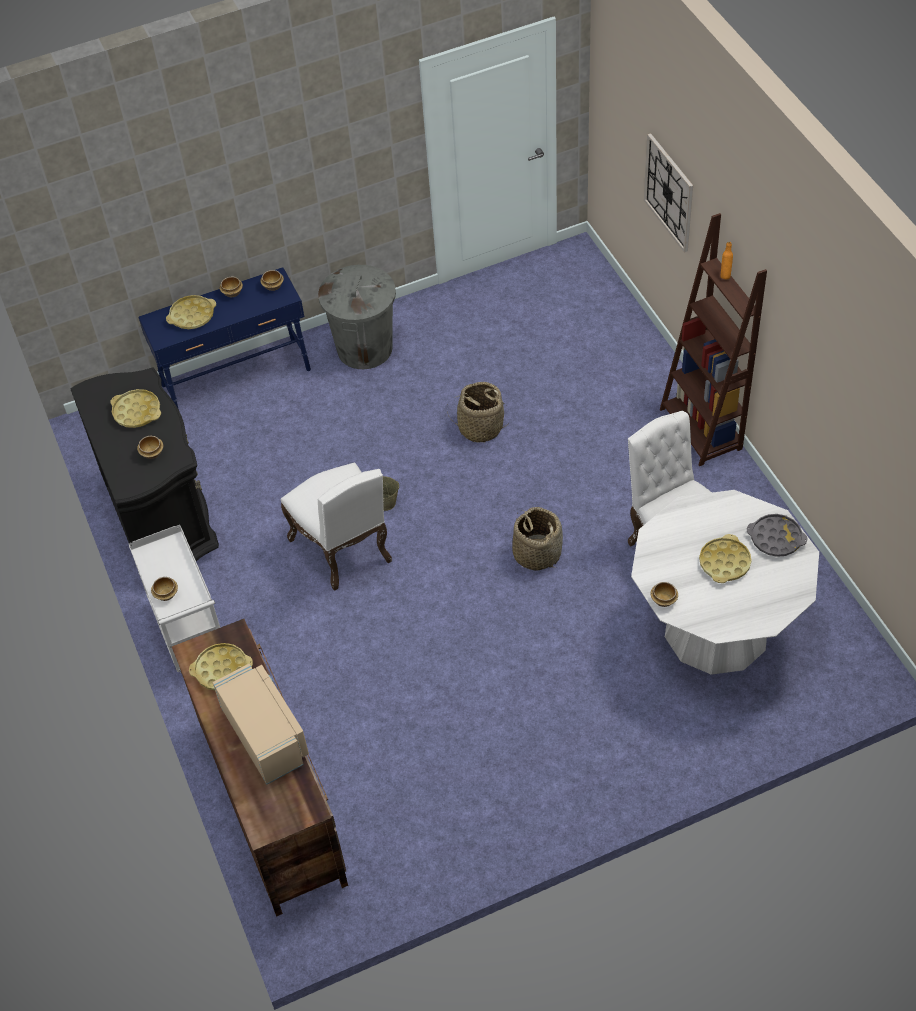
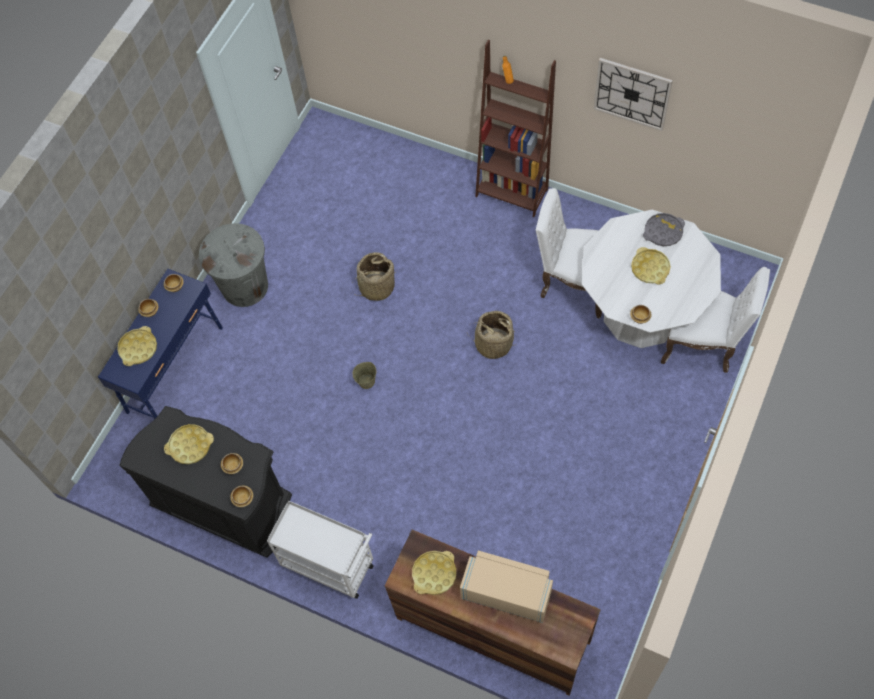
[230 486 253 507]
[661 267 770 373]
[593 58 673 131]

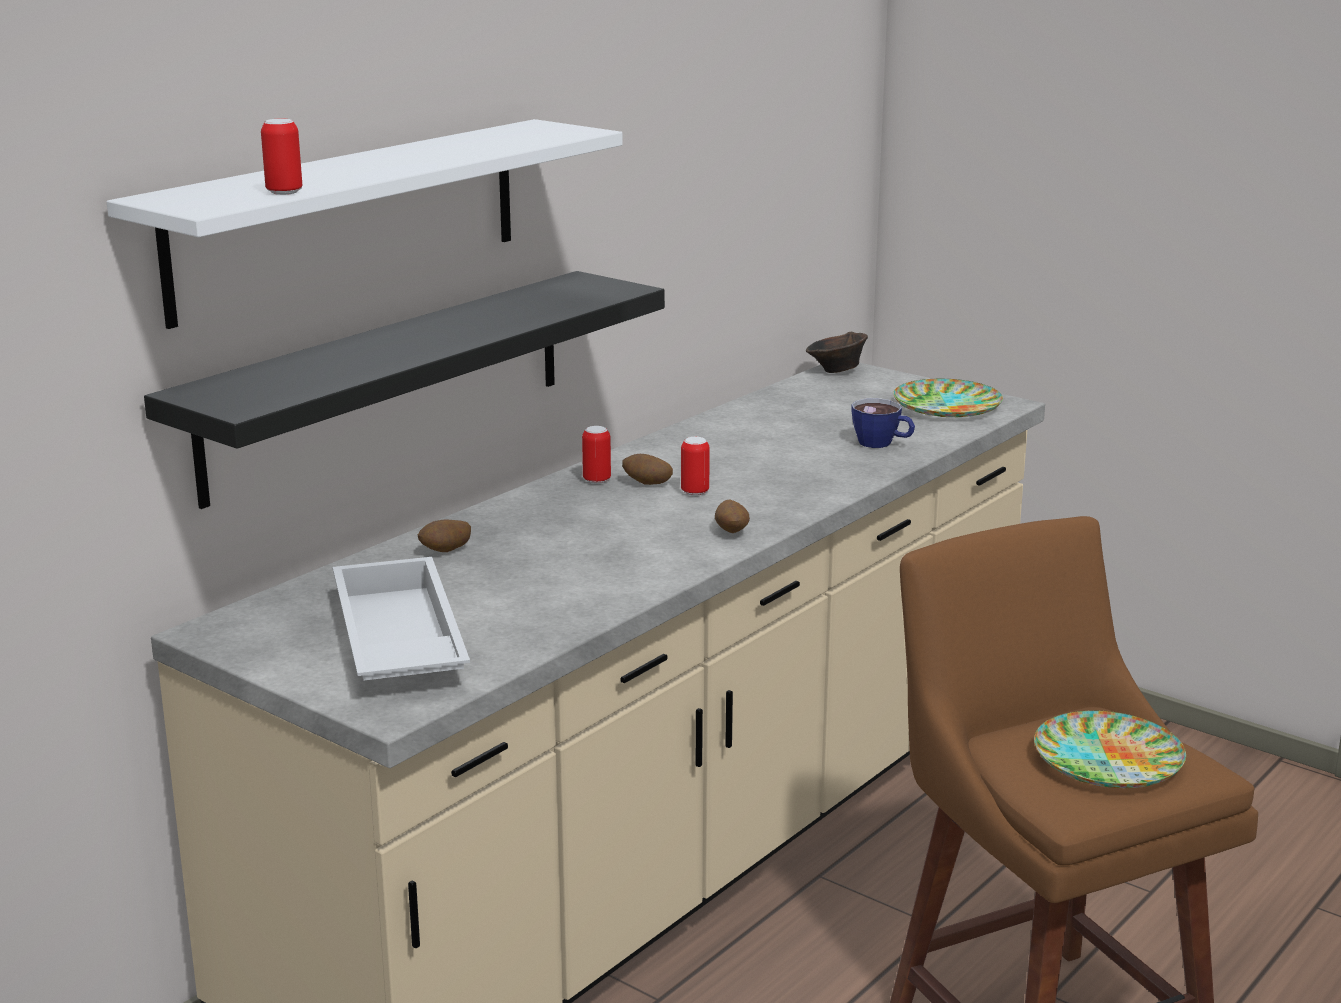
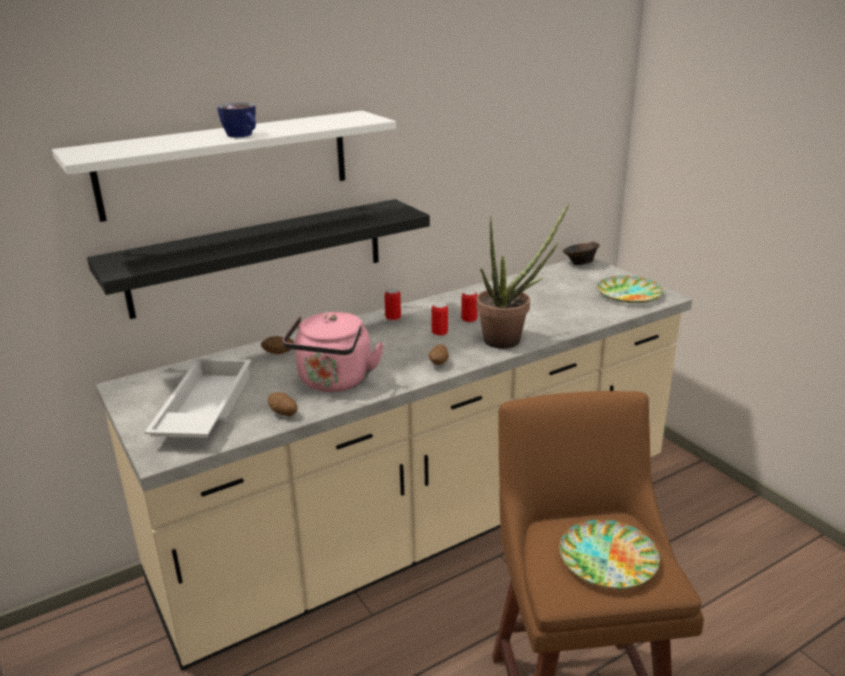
[462 290 478 323]
[268 392 298 416]
[217 102 256 137]
[283 312 384 392]
[476 202 570 349]

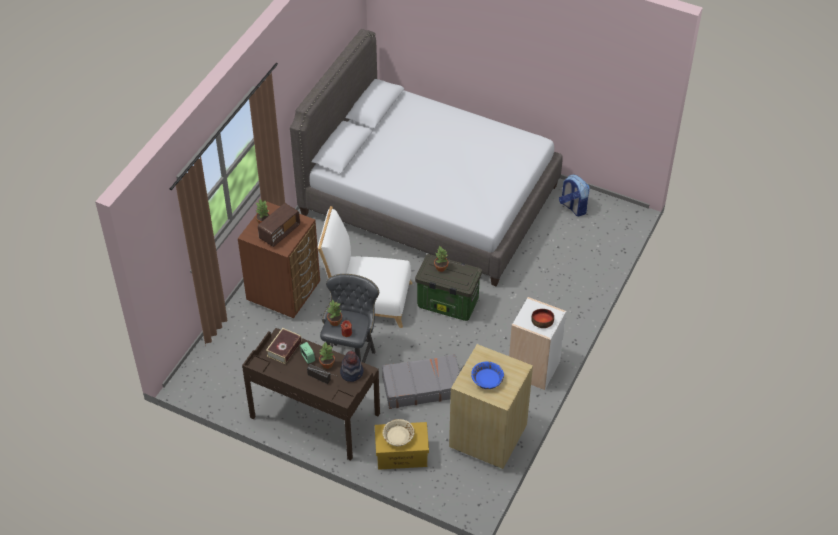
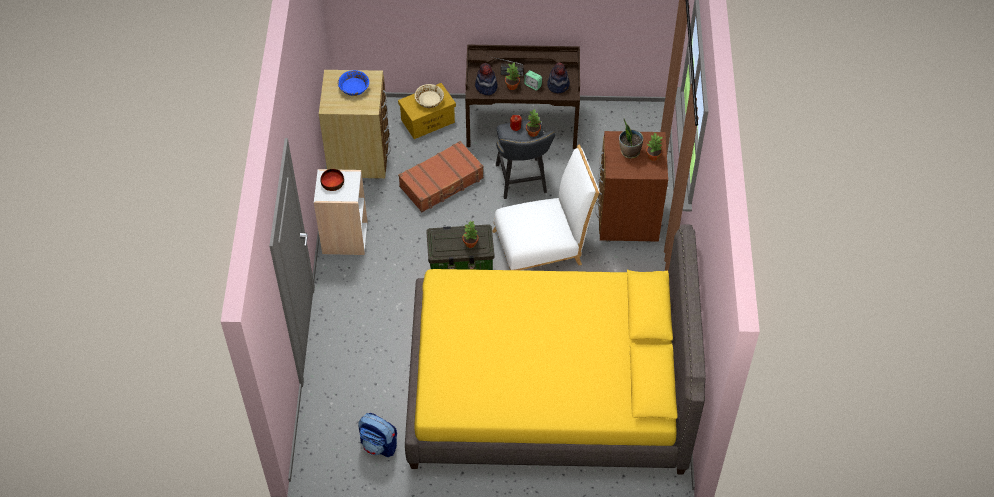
[619 119 643 159]
[547 62 570 93]
[405 225 706 474]
[398 141 484 212]

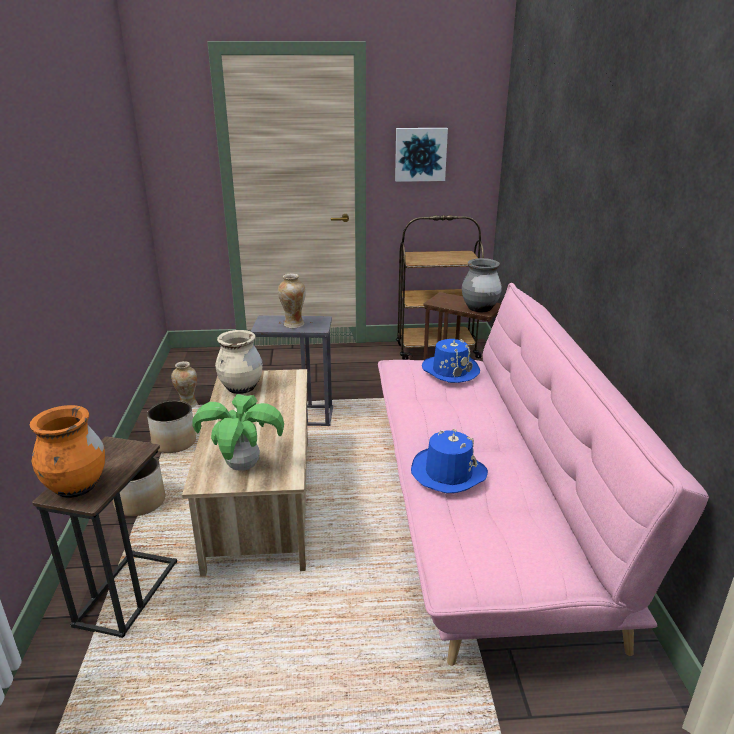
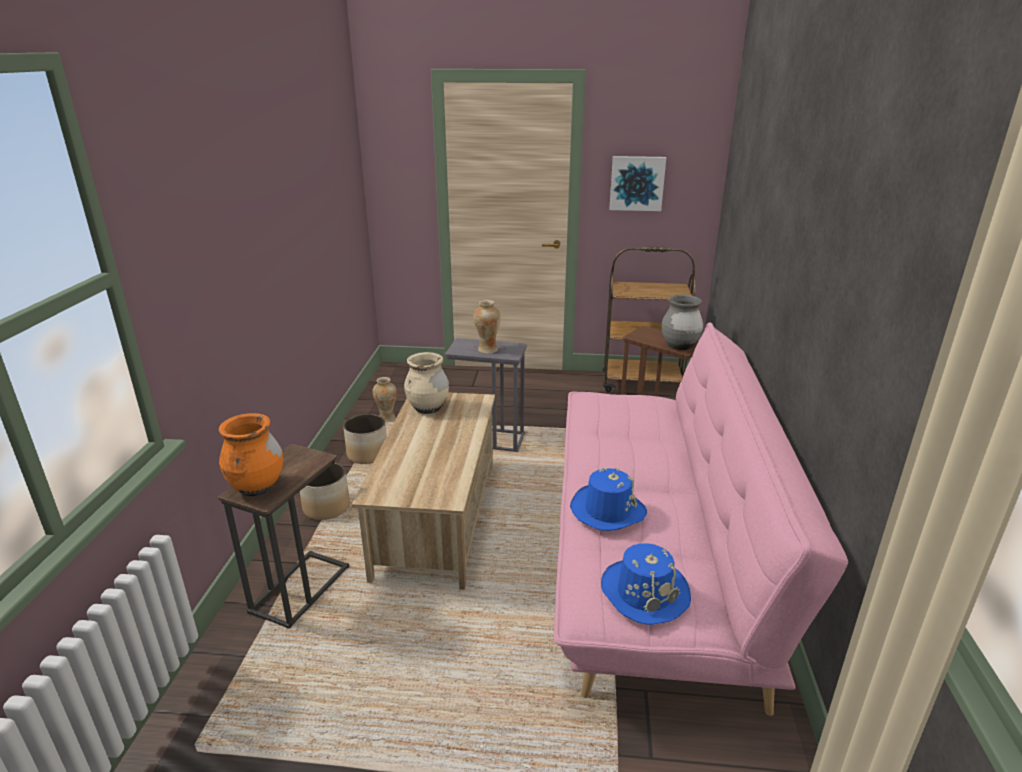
[192 394 284 471] (first image)
[601 543 691 625]

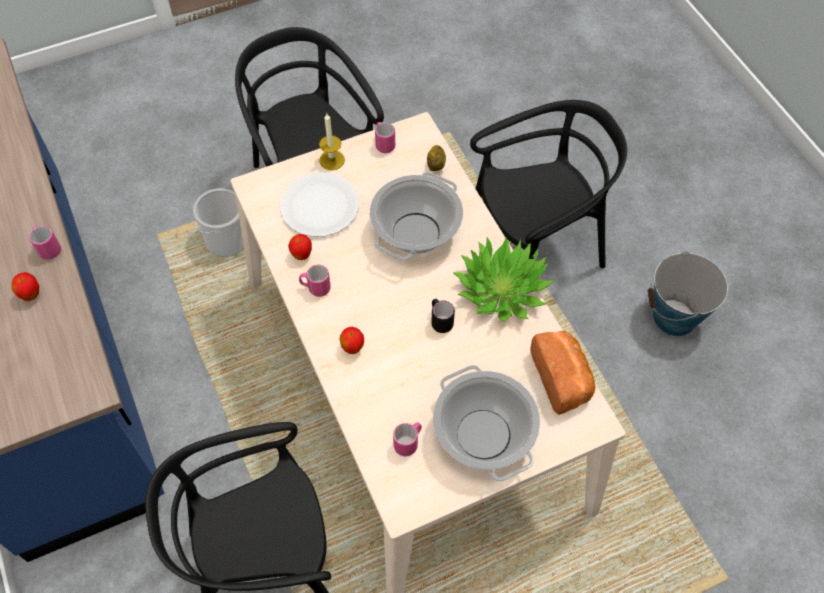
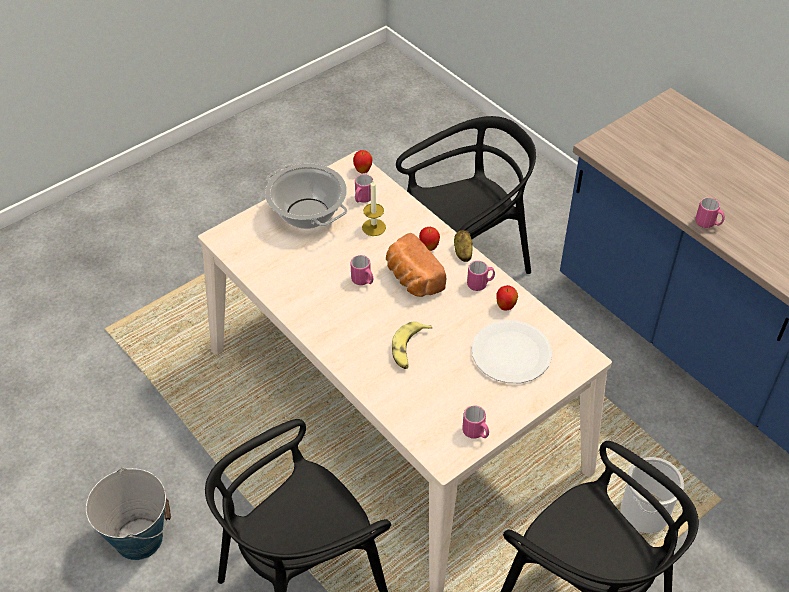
[353 150 372 173]
[362 180 386 236]
[392 322 432 369]
[454 230 473 262]
[351 255 373 285]
[453 237 555 322] (first image)
[386 233 446 297]

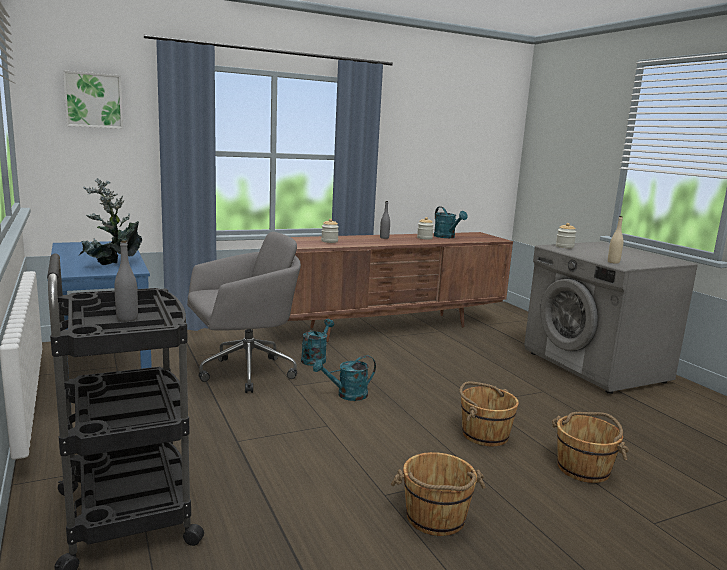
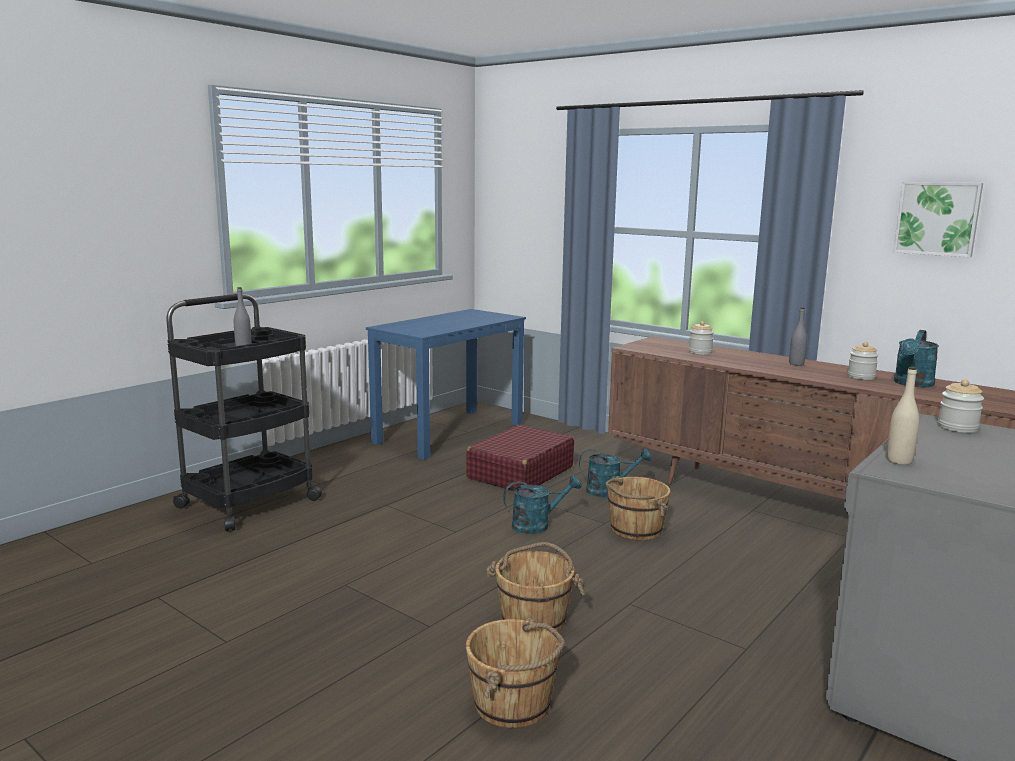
[893 182 983 257]
[79 178 142 265] (first image)
[466 425 574 491]
[503 475 582 534]
[605 476 671 540]

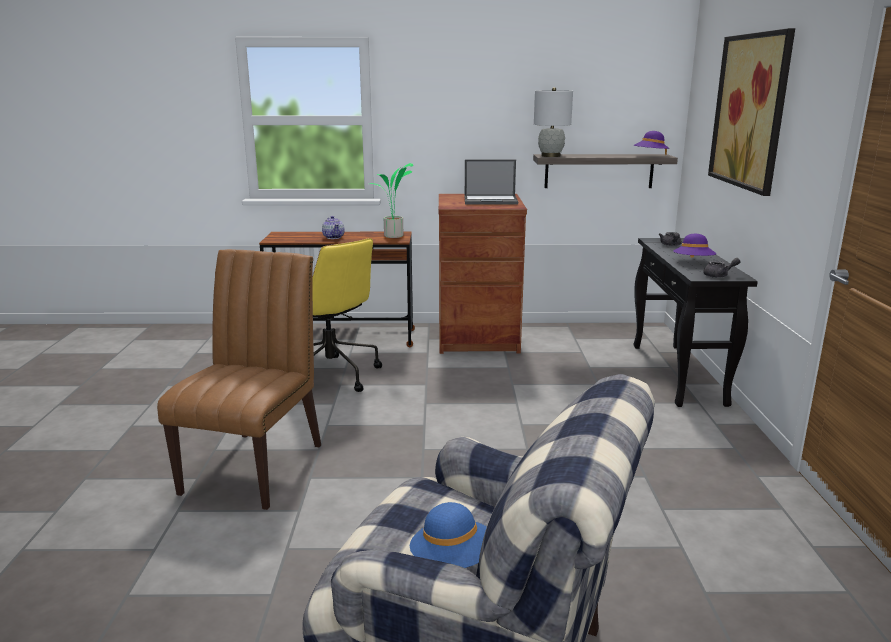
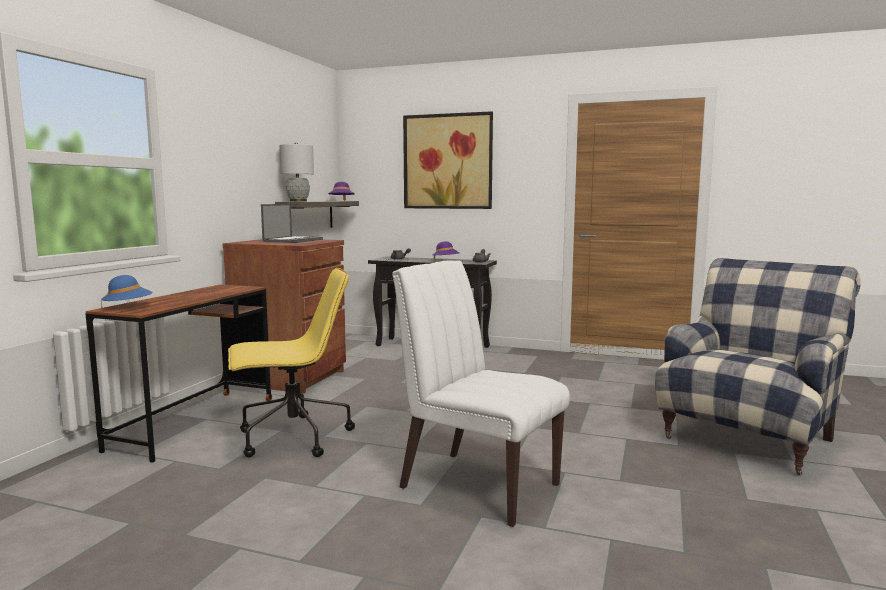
[392 261 570 527]
[322 216 345 239] (first image)
[370 163 413 238] (first image)
[101 275 153 309]

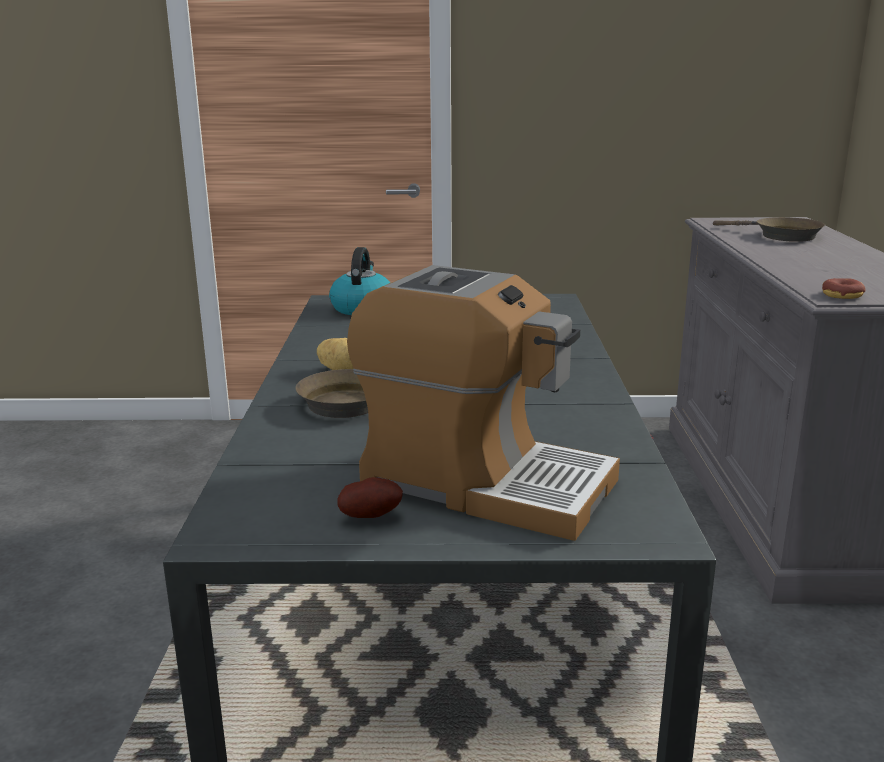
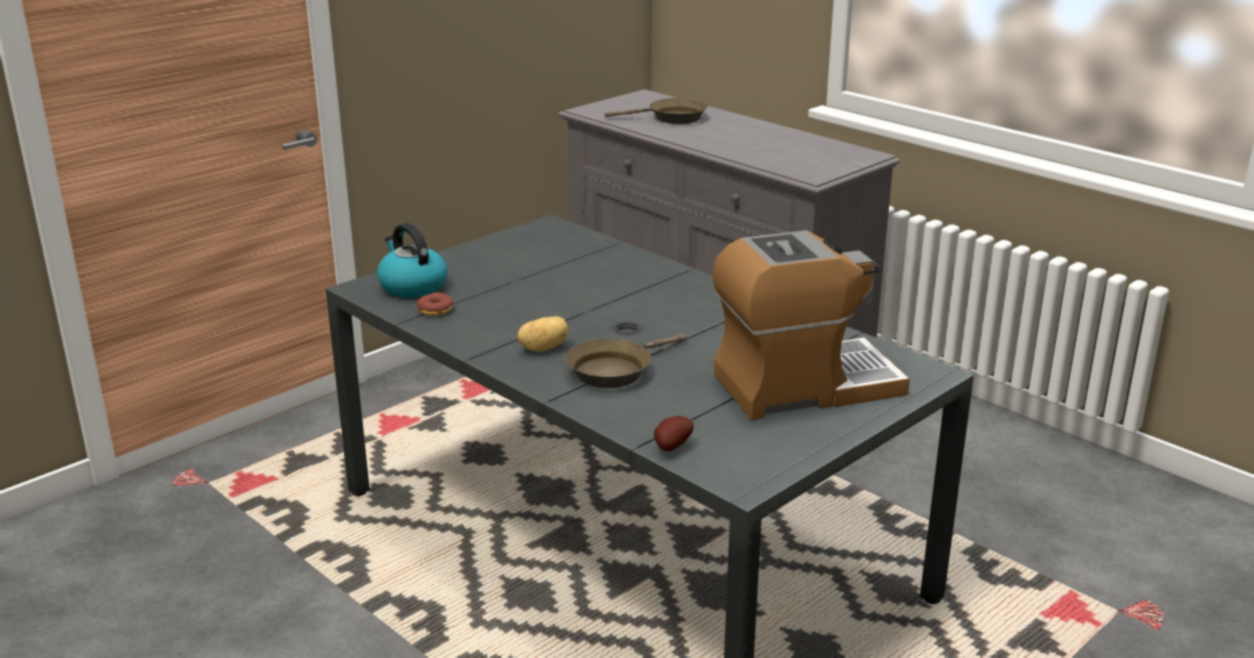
[654 416 694 452]
[417 292 454 316]

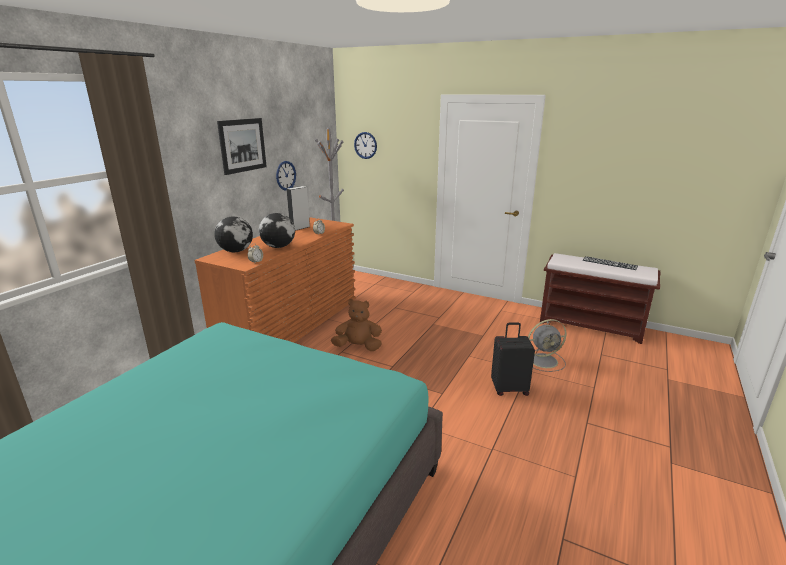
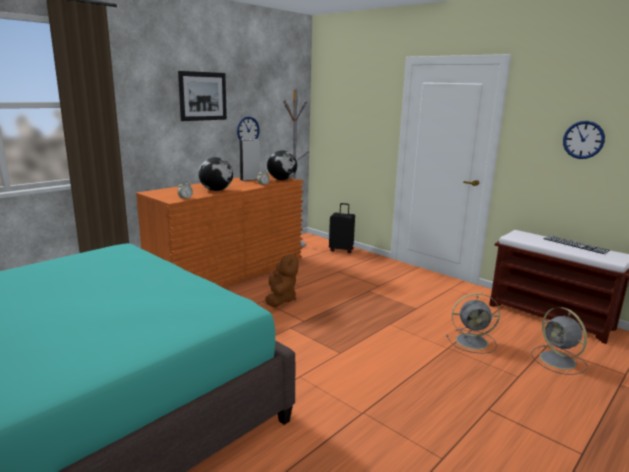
[267 150 297 180]
[265 253 299 307]
[563 121 605 159]
[329 203 355 254]
[531 307 588 375]

